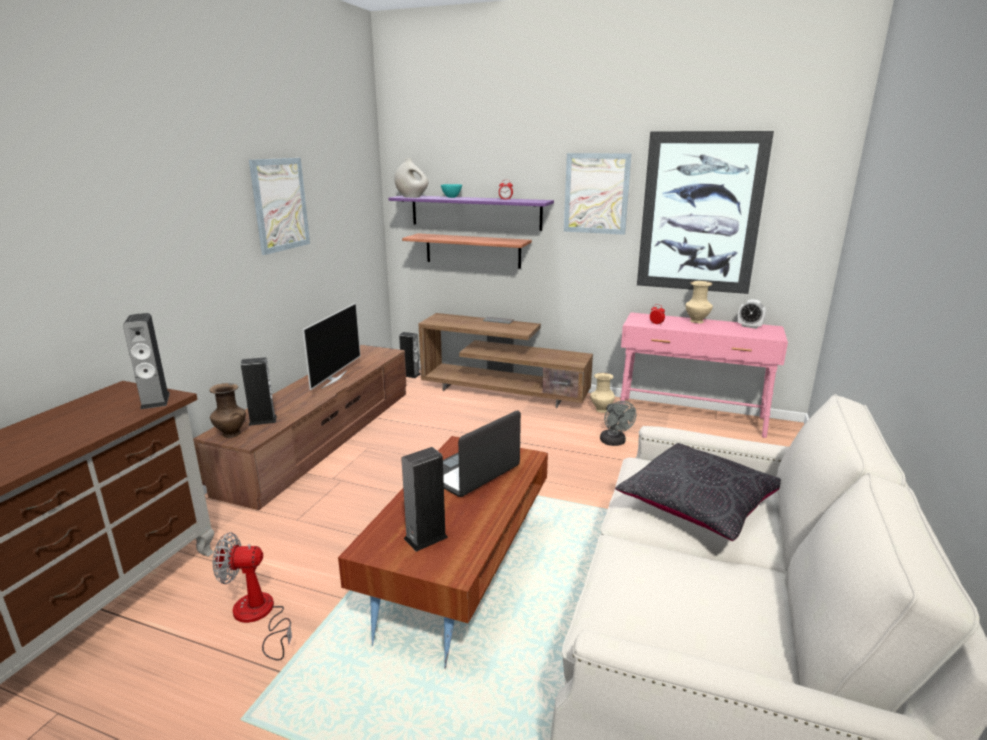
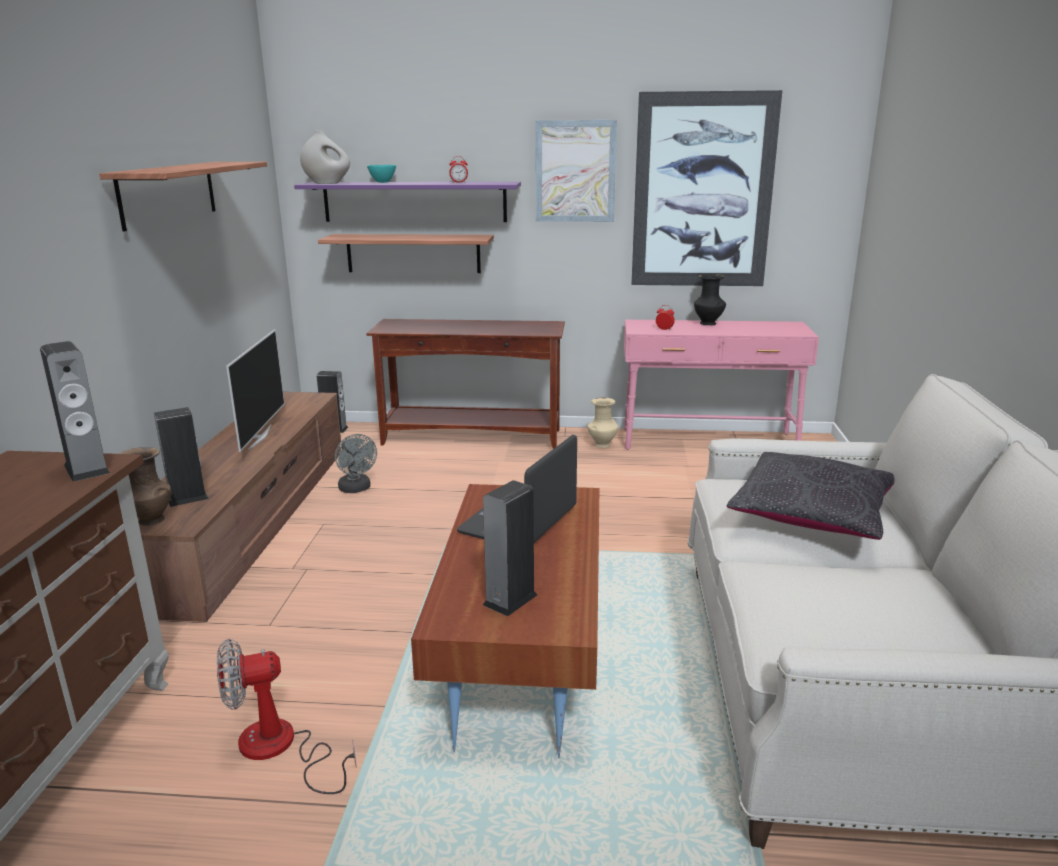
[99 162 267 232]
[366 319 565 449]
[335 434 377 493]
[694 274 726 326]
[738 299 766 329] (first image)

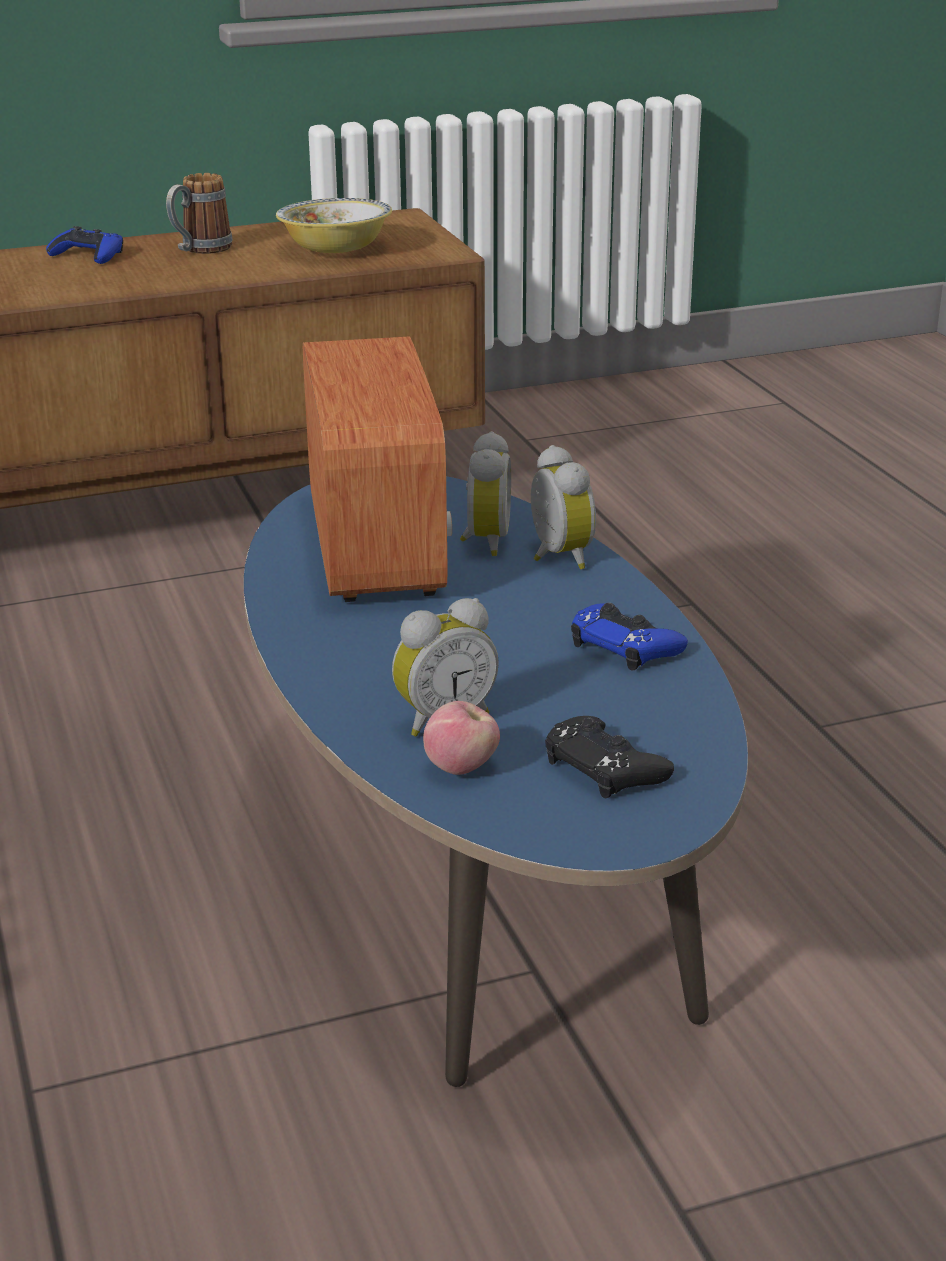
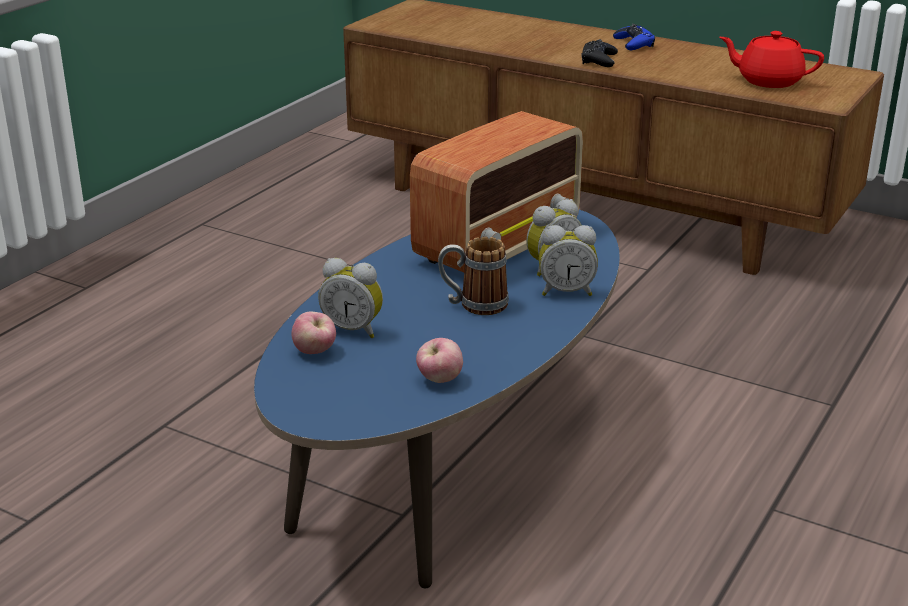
[438 237 509 315]
[719 31 824 88]
[539 225 598 296]
[582 39 618 67]
[571 603 688 671] (first image)
[416 338 463 383]

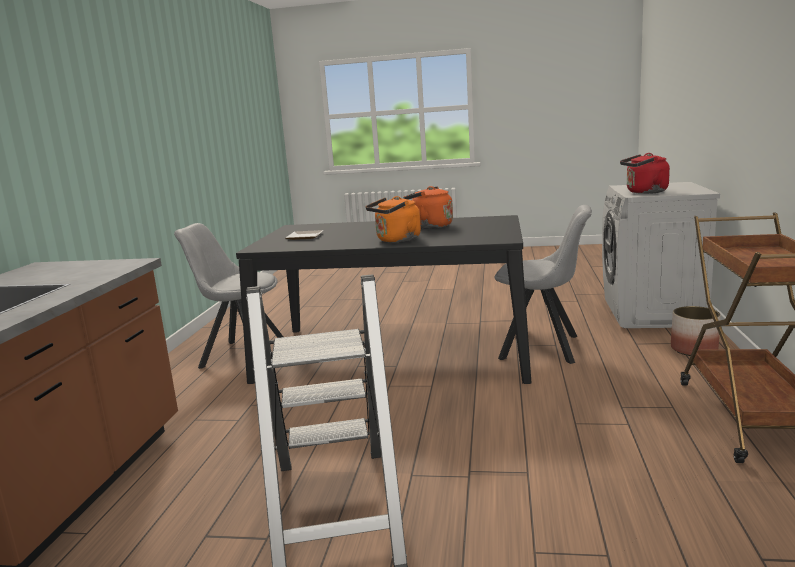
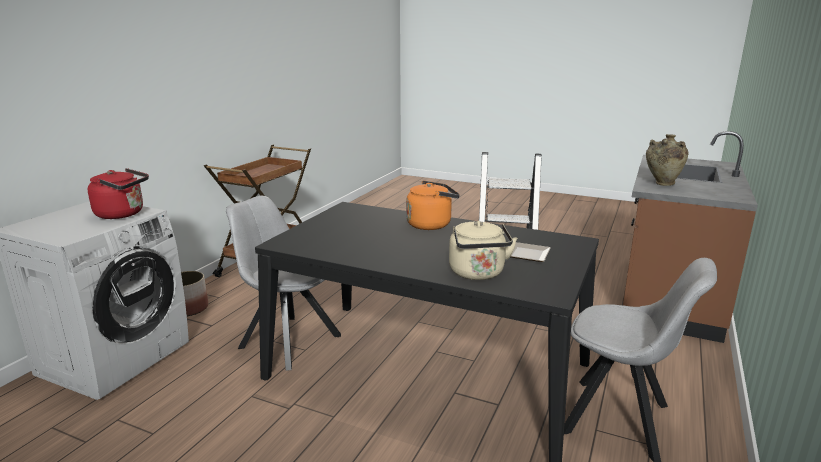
[403 186 453 229] (first image)
[449 221 517 280]
[646 134 688 186]

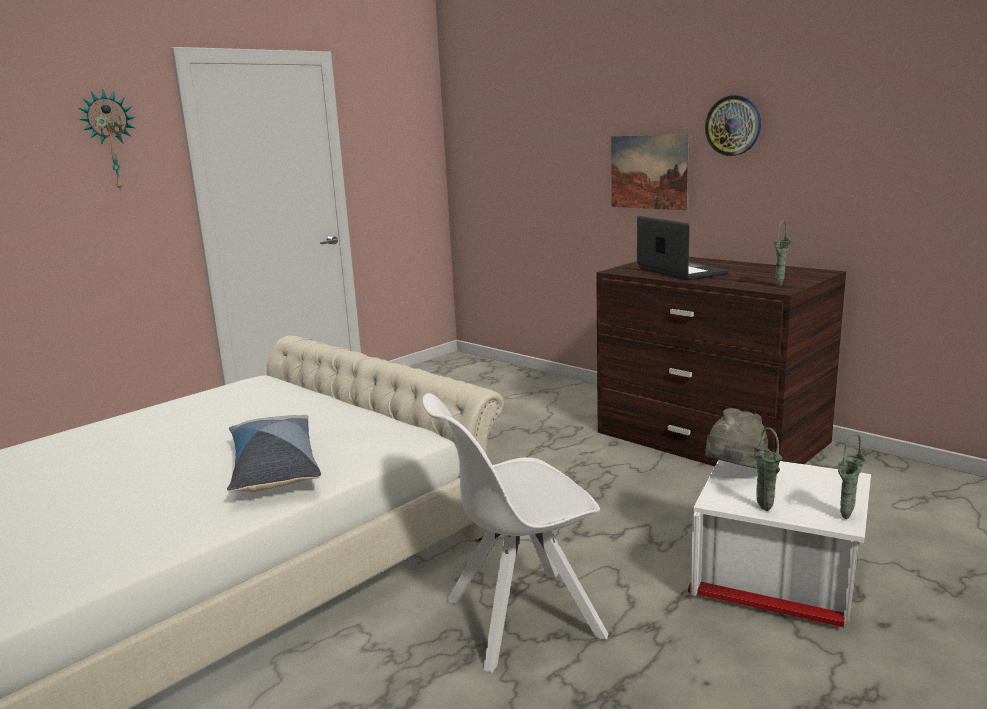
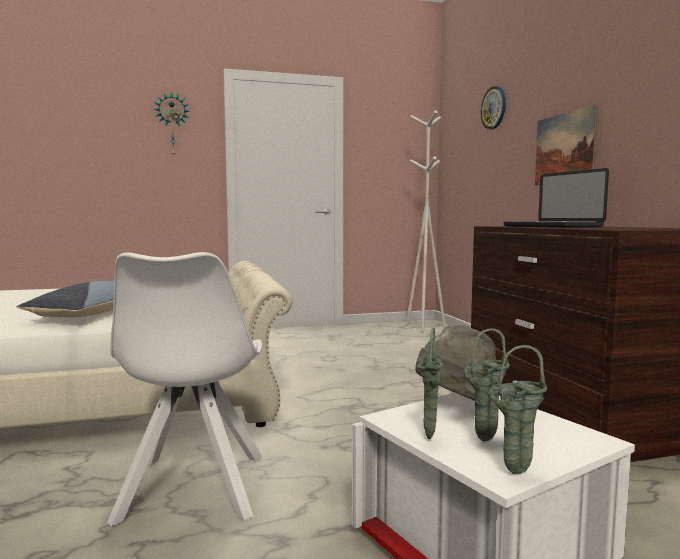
[108 252 263 526]
[504 168 609 228]
[481 86 506 129]
[463 328 510 442]
[406 110 446 332]

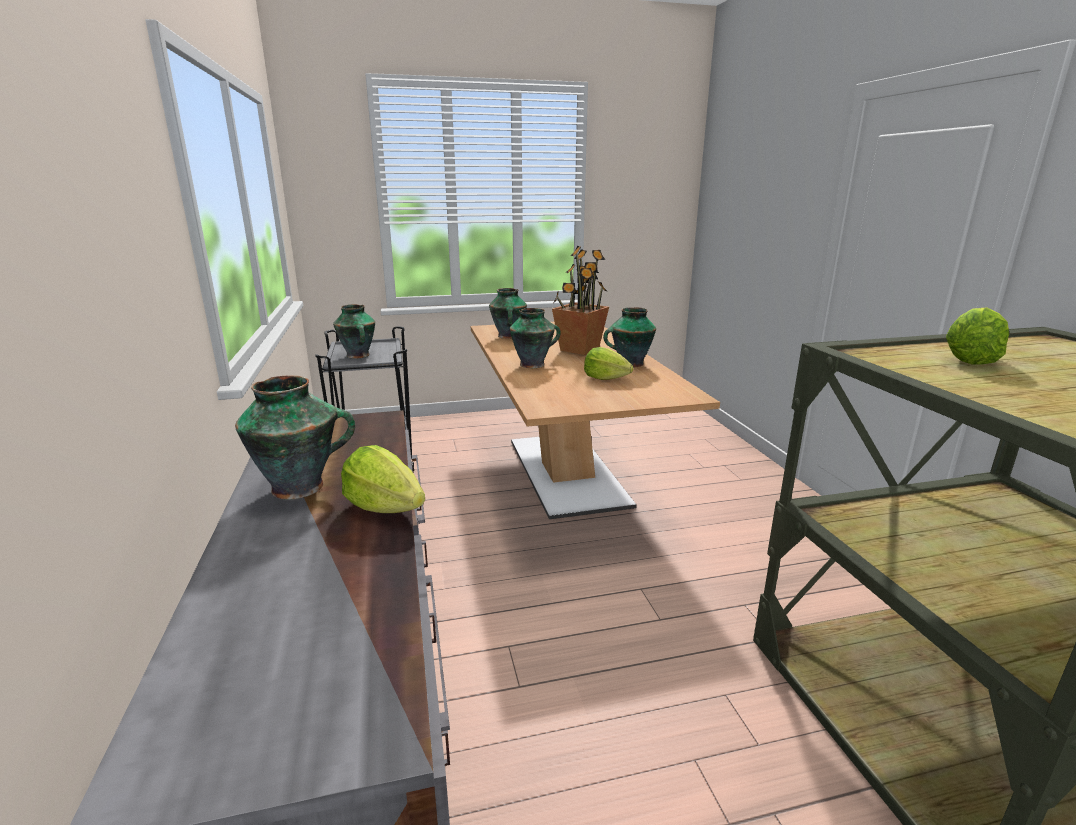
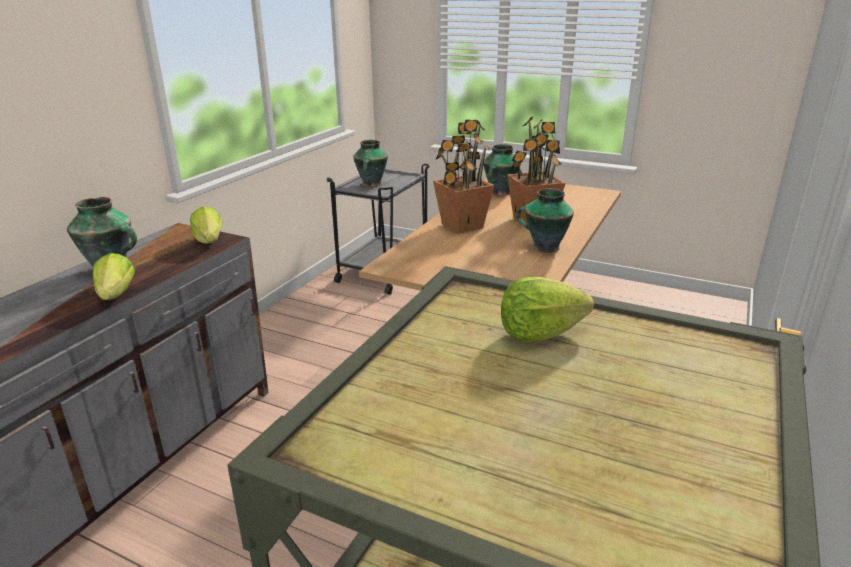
[433 120 495 233]
[190 207 222 244]

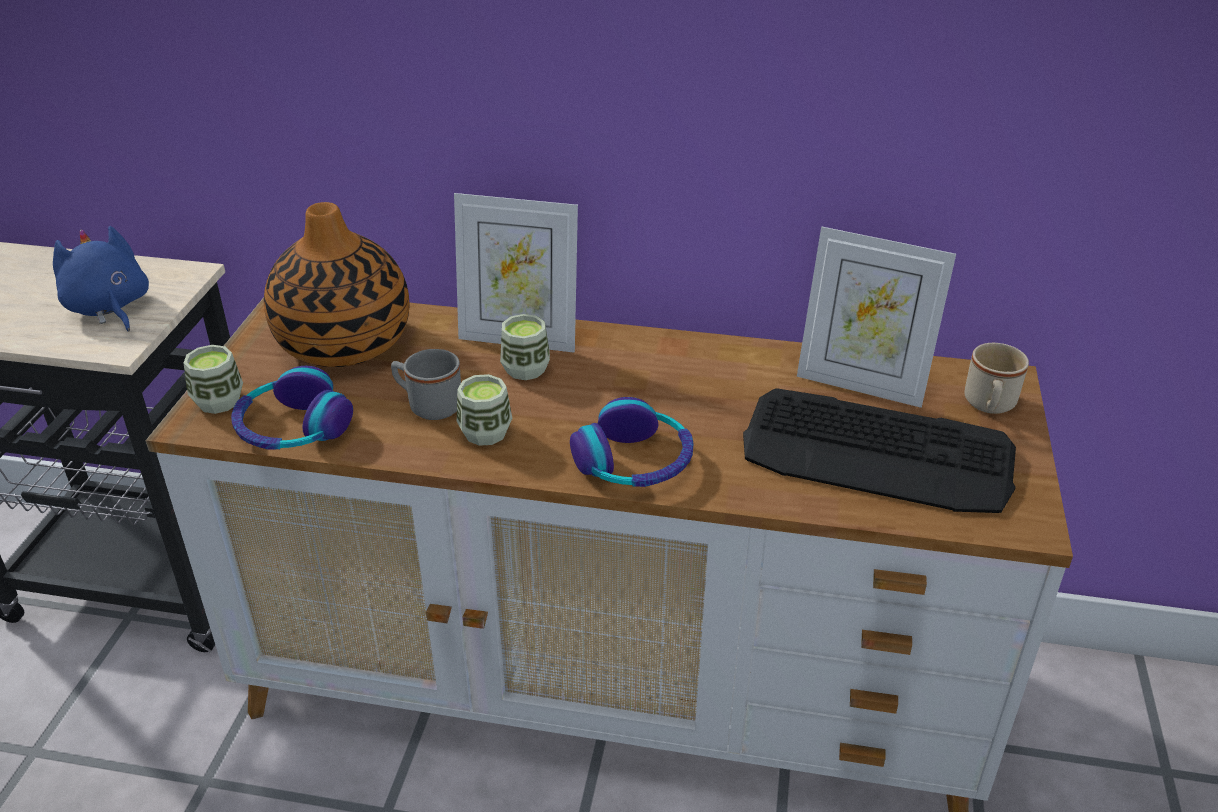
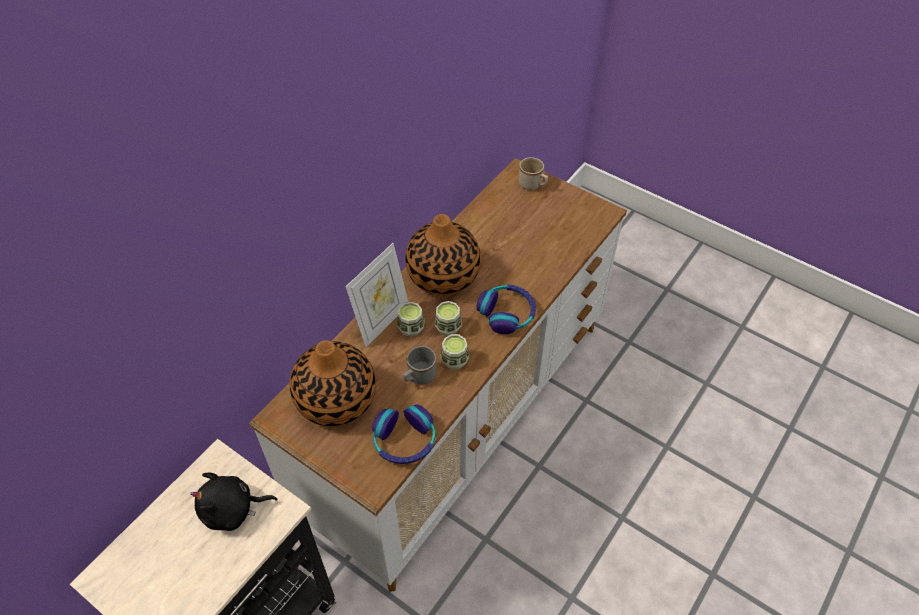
[190 473 278 531]
[435 301 462 336]
[743 388 1016 513] (first image)
[797 227 956 408] (first image)
[405 214 481 295]

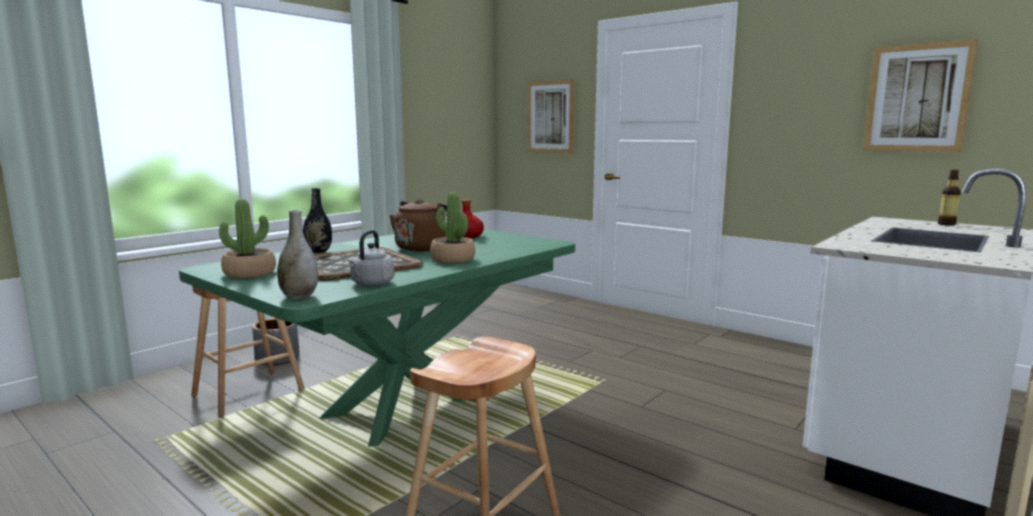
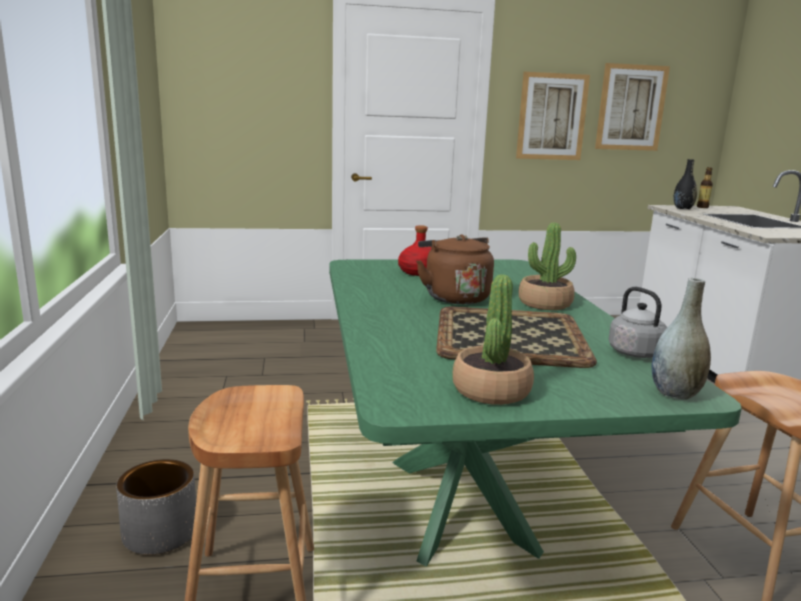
[673 159 697 209]
[516 72 590 160]

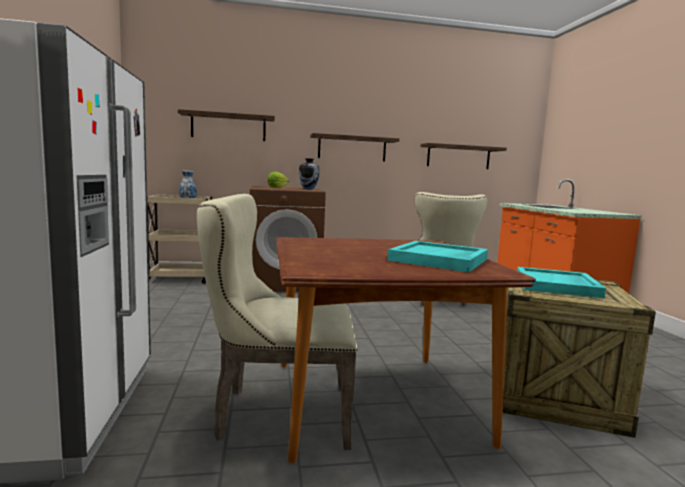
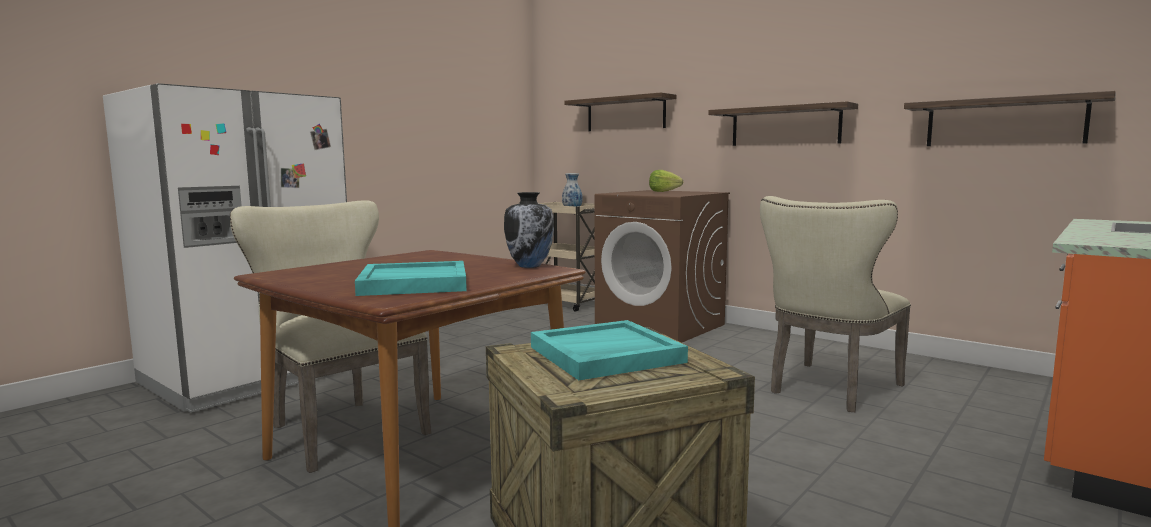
[504 192 554 268]

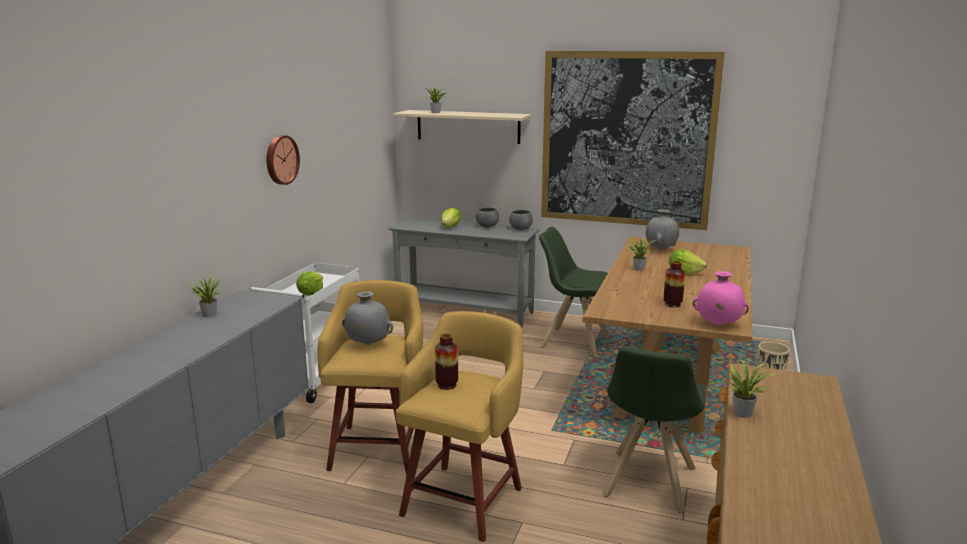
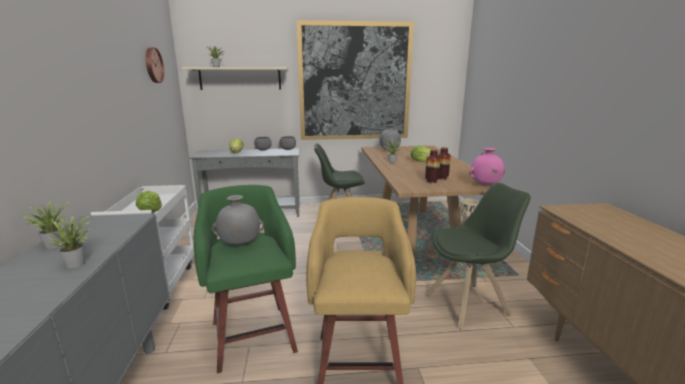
[146 47 164 83]
[194 185 298 374]
[425 149 441 183]
[426 183 530 330]
[40 215 91 268]

